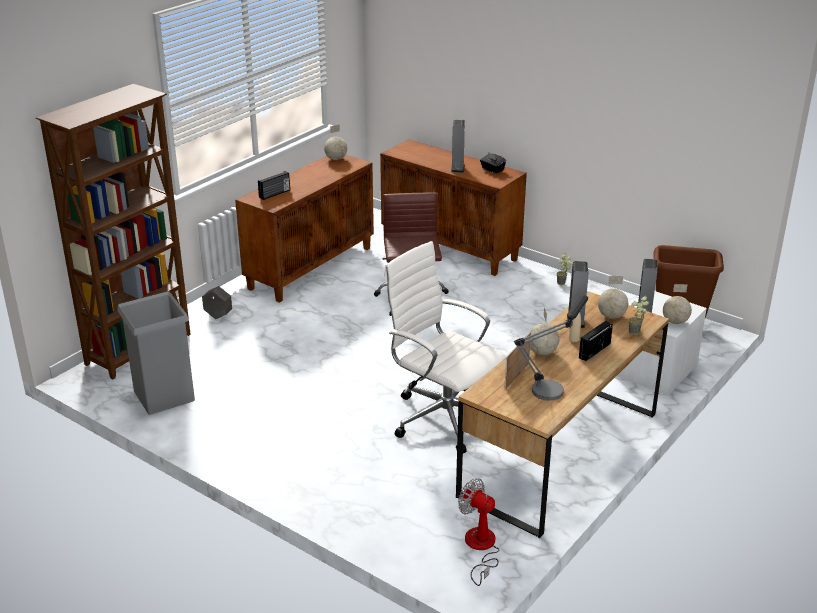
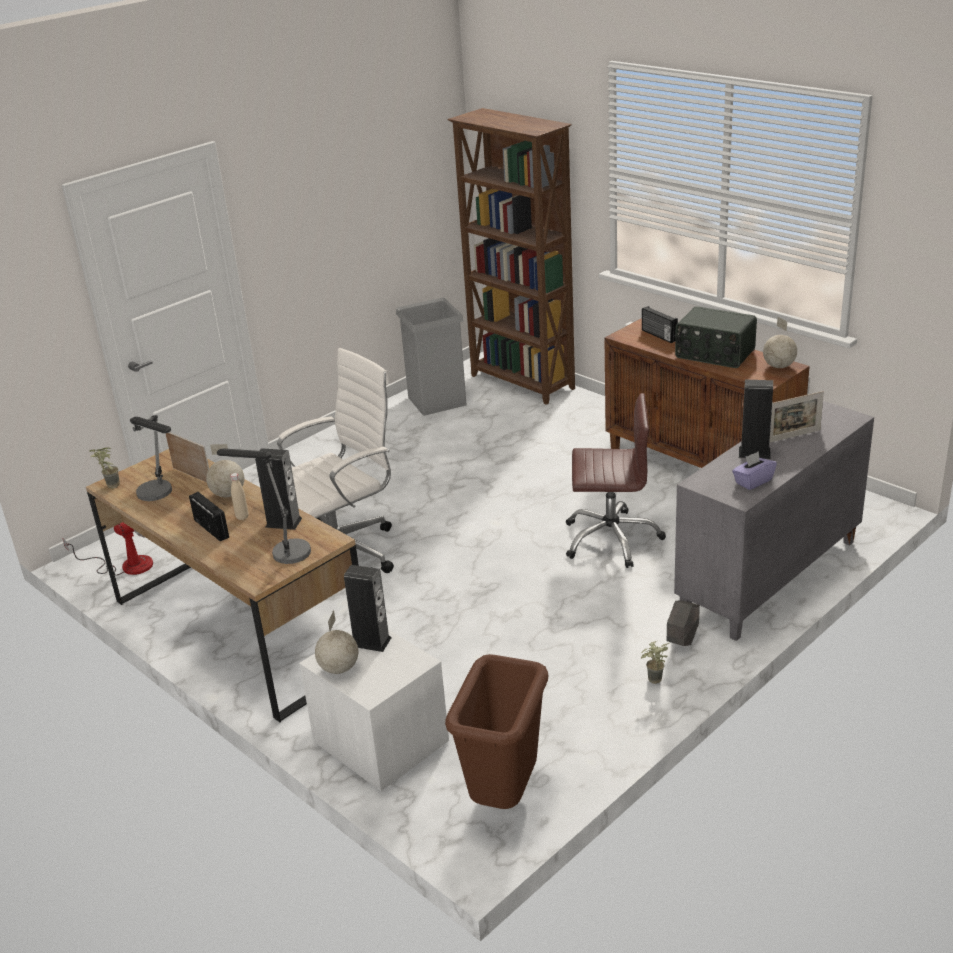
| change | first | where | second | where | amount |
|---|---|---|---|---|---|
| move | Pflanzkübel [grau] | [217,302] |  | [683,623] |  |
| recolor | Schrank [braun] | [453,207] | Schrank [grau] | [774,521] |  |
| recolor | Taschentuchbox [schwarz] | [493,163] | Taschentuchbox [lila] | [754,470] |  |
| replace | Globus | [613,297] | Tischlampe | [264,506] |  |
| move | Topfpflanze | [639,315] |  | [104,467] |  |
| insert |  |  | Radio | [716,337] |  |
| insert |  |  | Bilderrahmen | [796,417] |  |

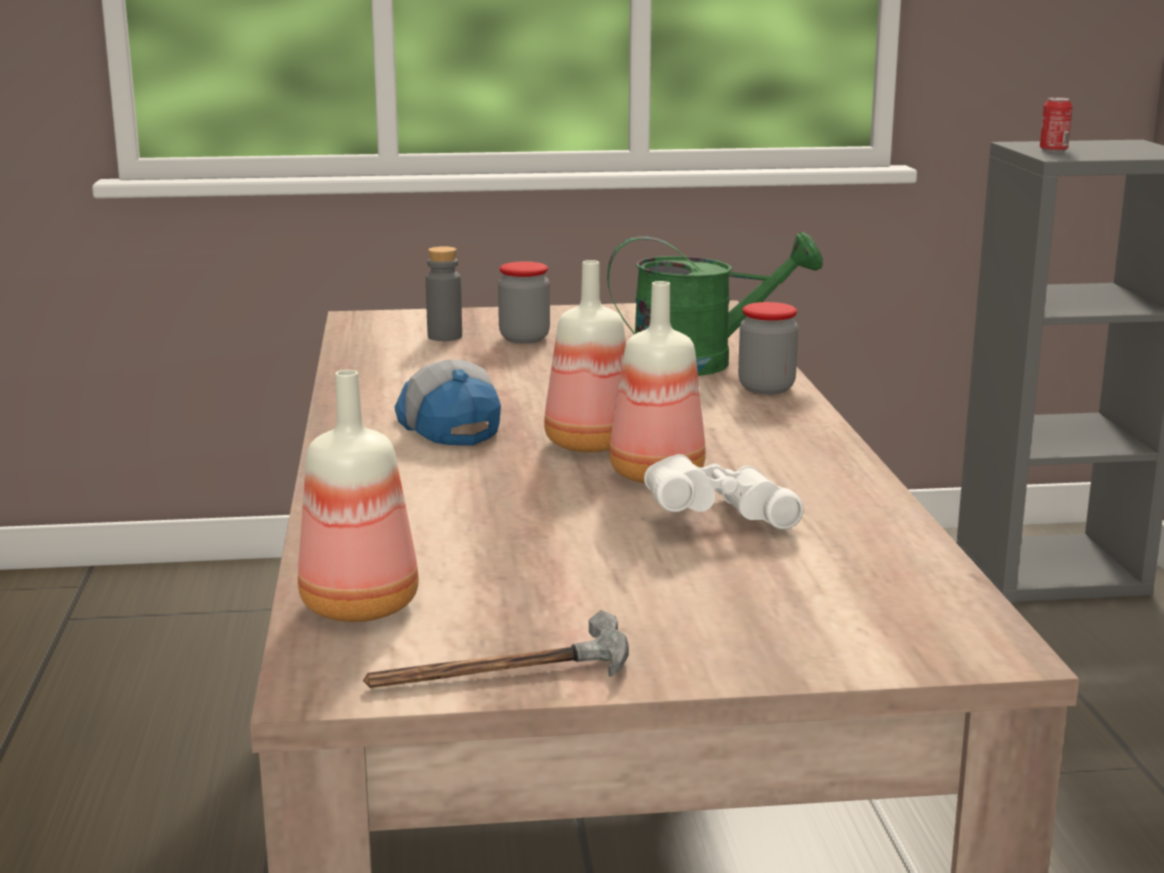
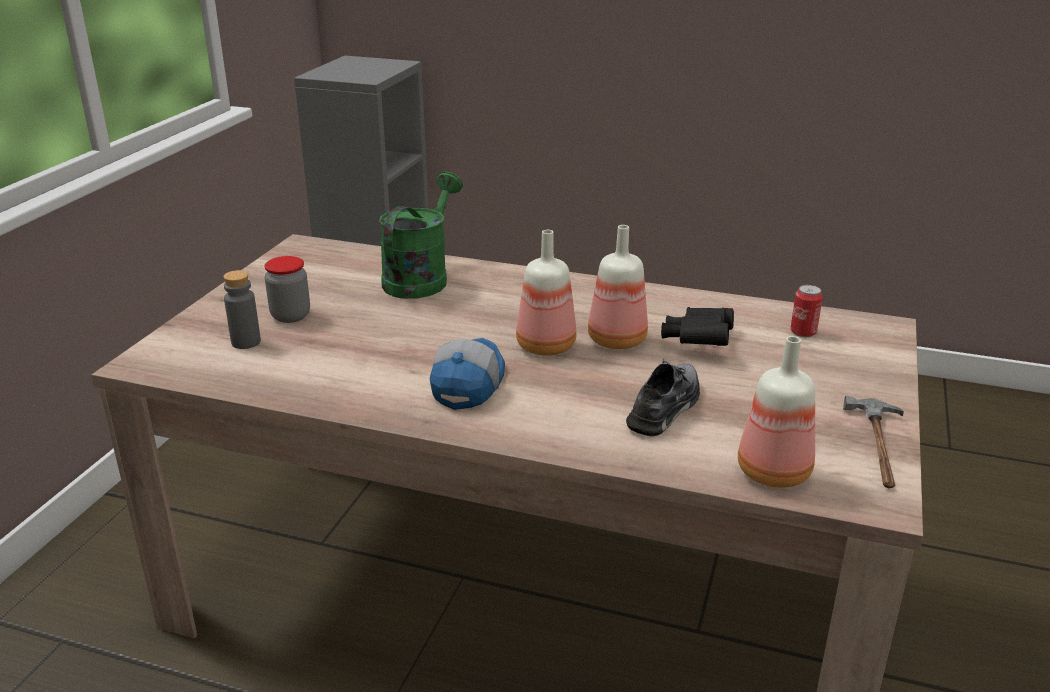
| change | first | where | second | where | amount |
|---|---|---|---|---|---|
| rotate | Kappe | [448,402] |  | [467,374] | 105 degrees clockwise |
| recolor | Fernglas [weiß] | [724,491] | Fernglas [schwarz] | [697,326] |  |
| delete | Vorratsglas | [768,348] |  |  |  |
| move | Dose | [1056,124] |  | [806,311] |  |
| insert |  |  | Schuh [grau] | [663,398] |  |

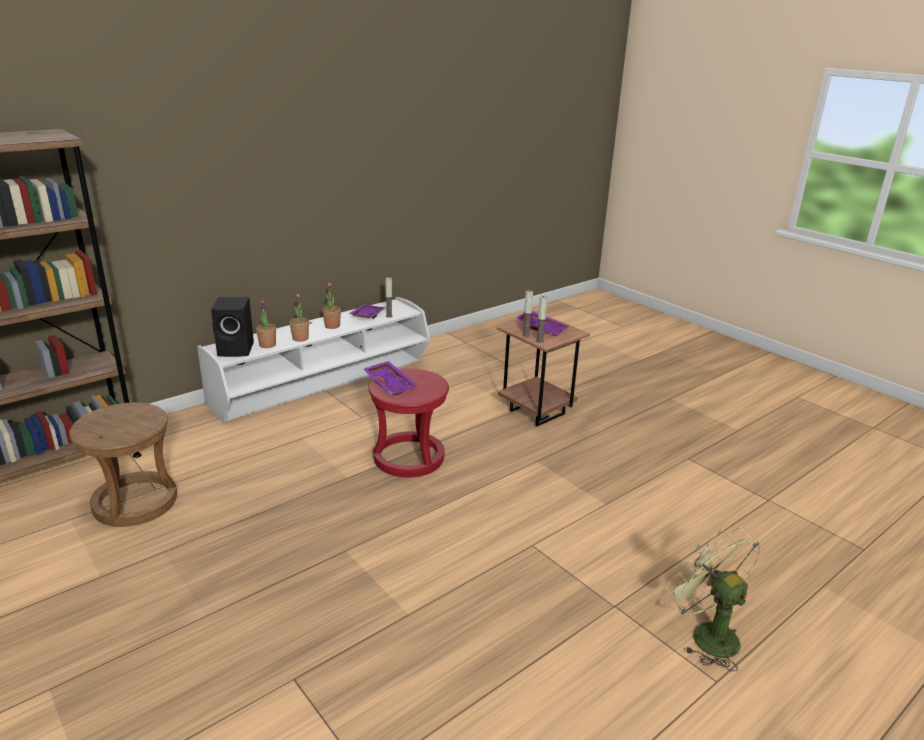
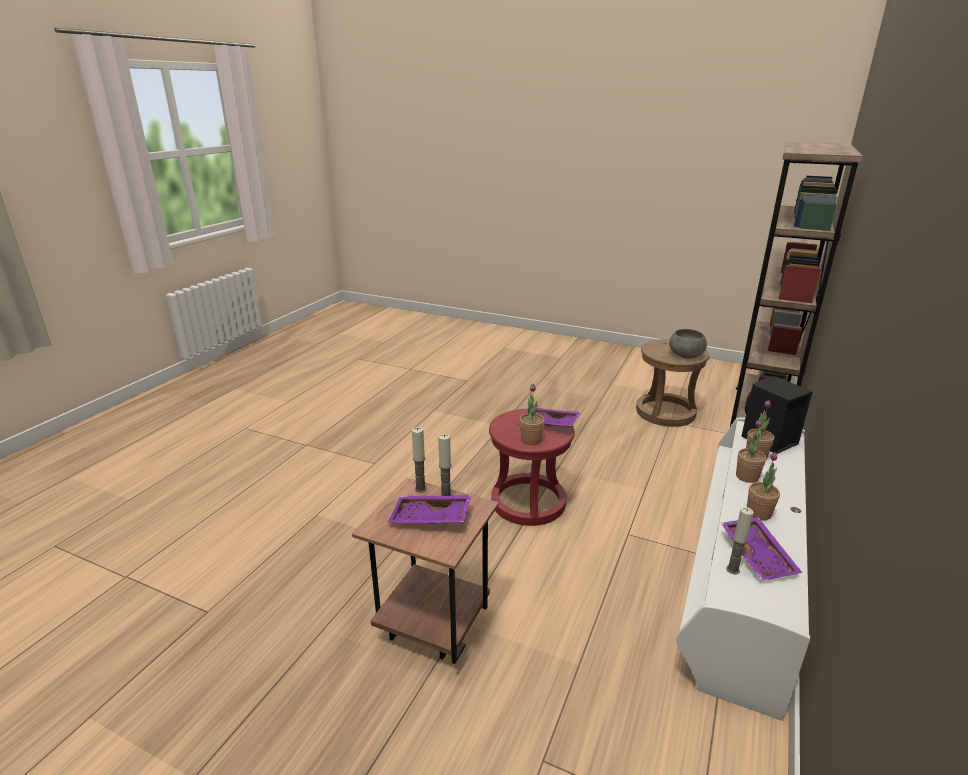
| change | first | where | second | where | amount |
|---|---|---|---|---|---|
| delete | Ventilator [grün] | [713,599] |  |  |  |
| insert |  |  | Topfpflanze | [532,414] |  |
| insert |  |  | Schüssel [grau] | [688,344] |  |

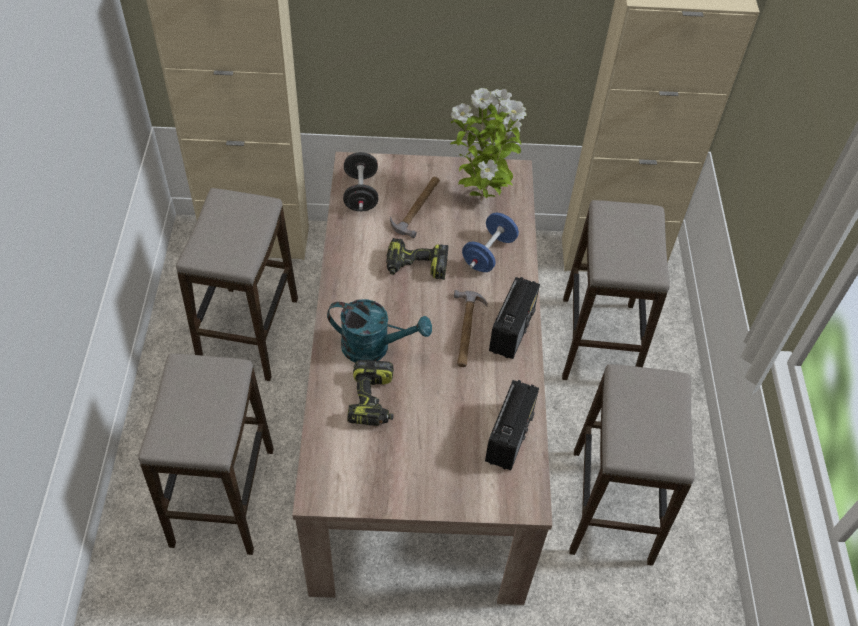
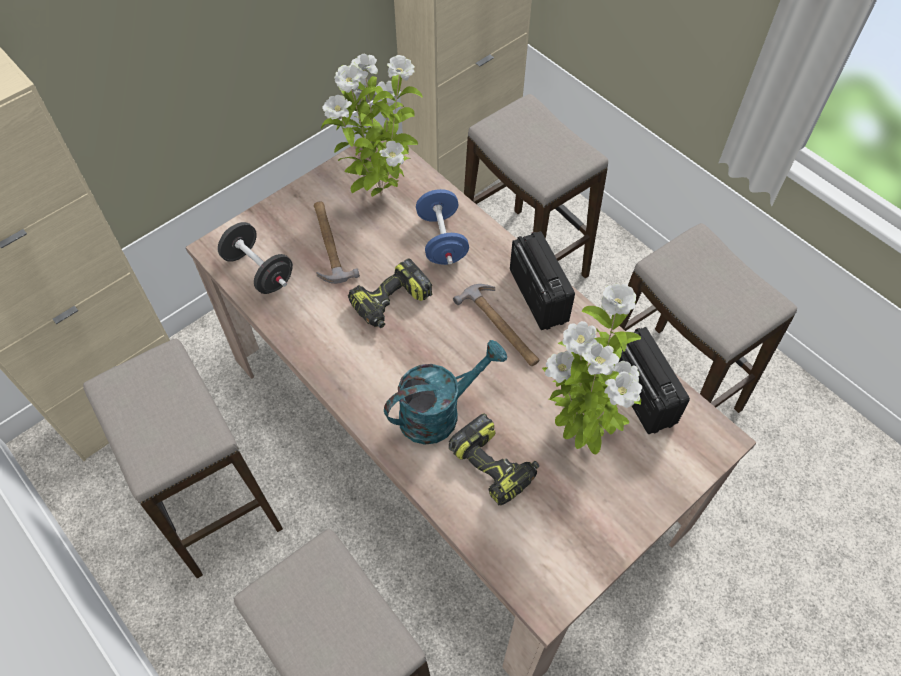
| change | first | where | second | where | amount |
|---|---|---|---|---|---|
| insert |  |  | Topfpflanze | [592,369] |  |

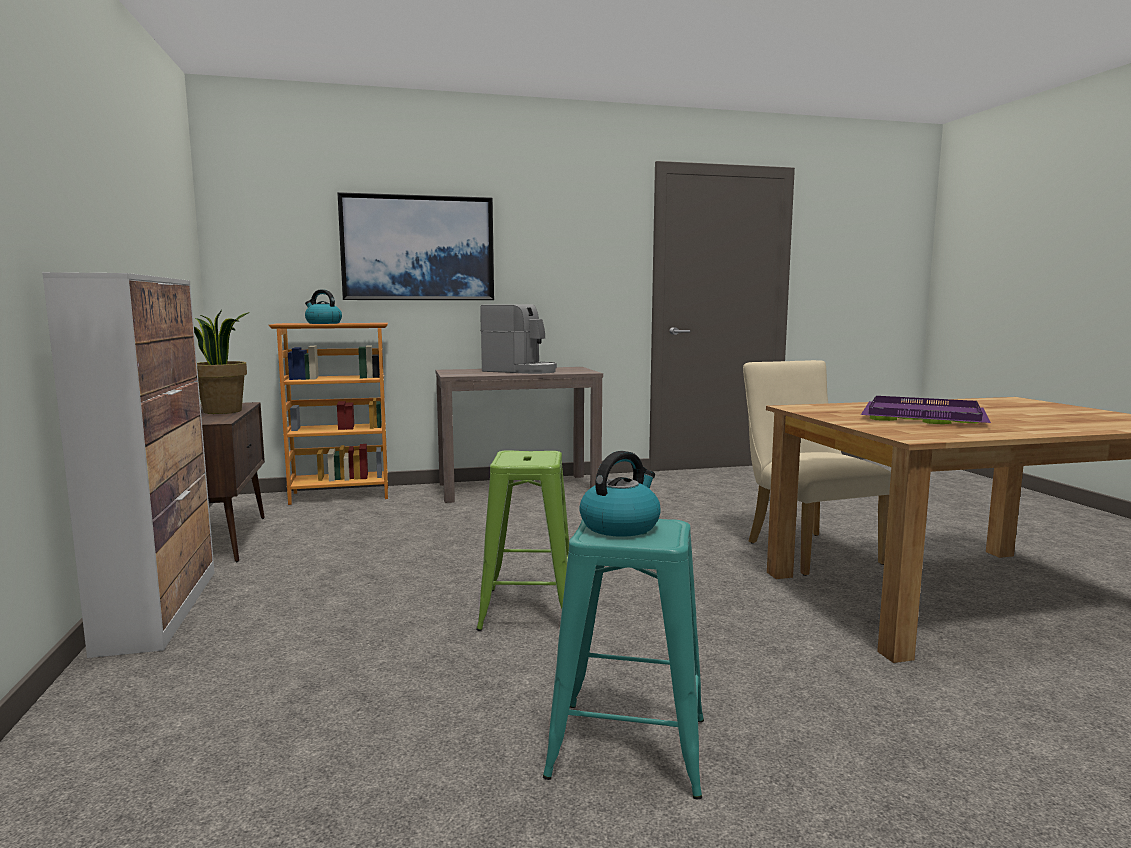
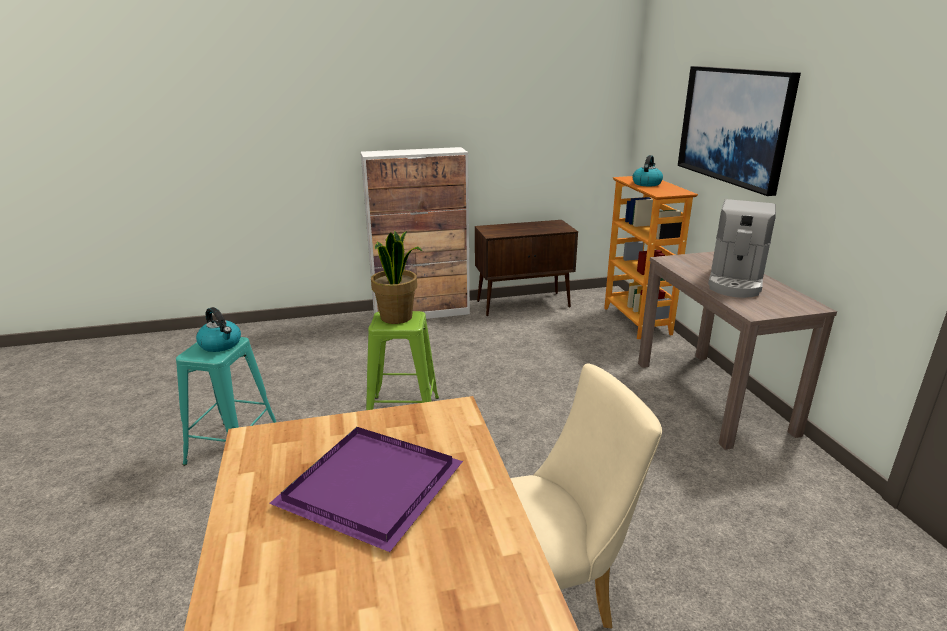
| change | first | where | second | where | amount |
|---|---|---|---|---|---|
| move | Topfpflanze | [221,362] |  | [396,277] |  |

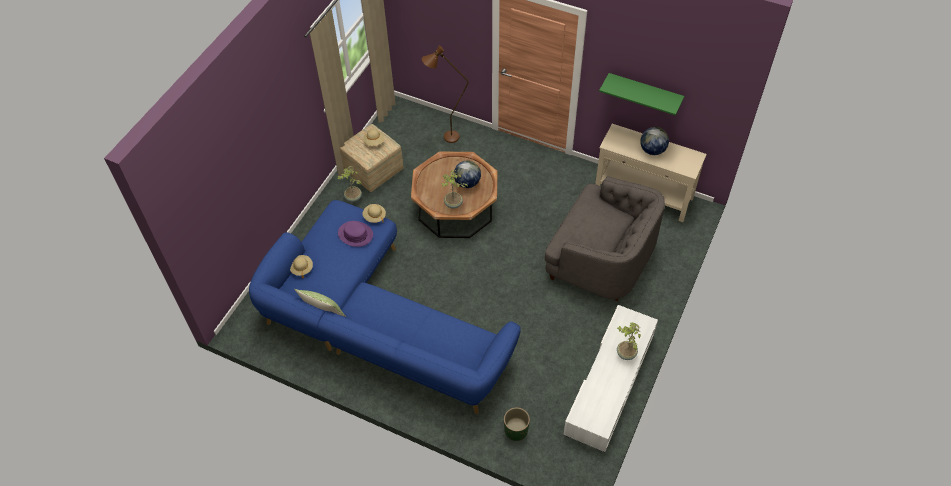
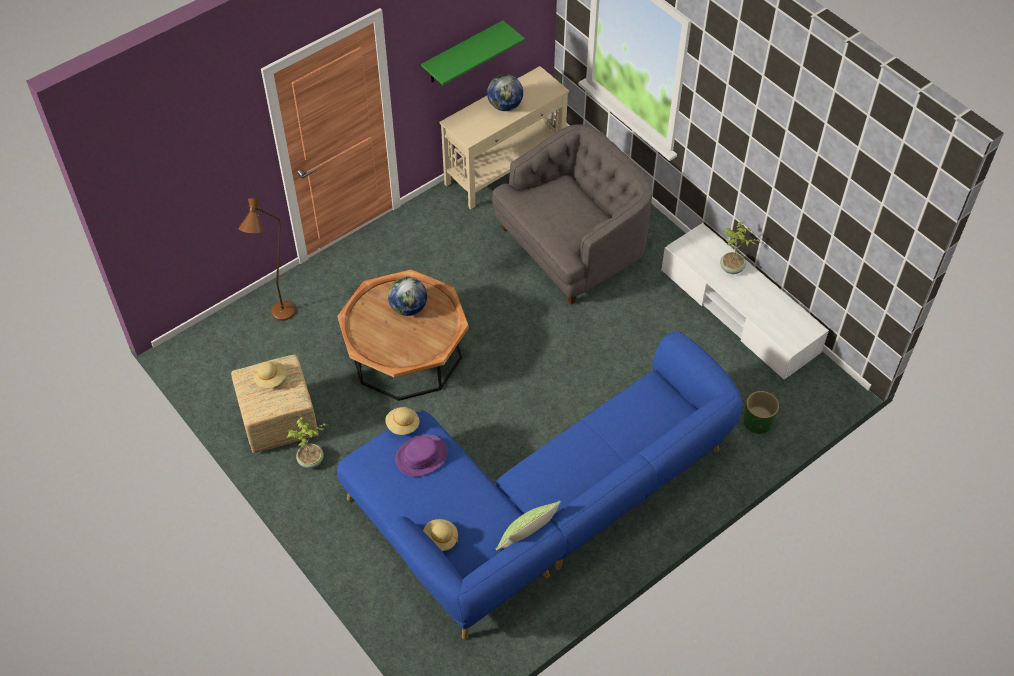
| change | first | where | second | where | amount |
|---|---|---|---|---|---|
| delete | Topfpflanze | [455,189] |  |  |  |

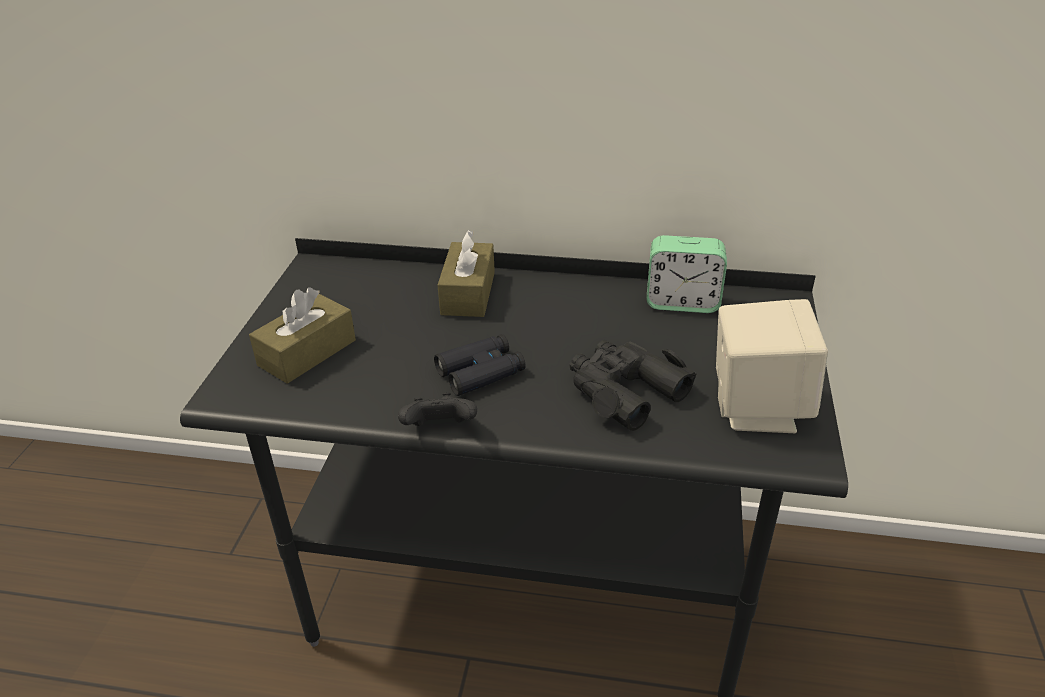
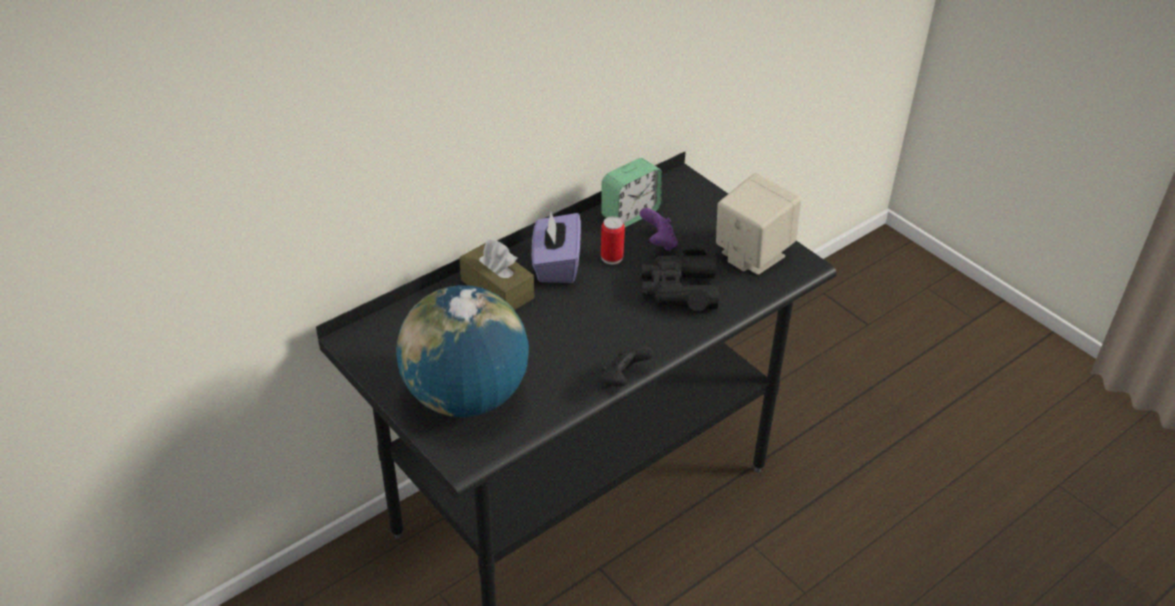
| change | first | where | second | where | amount |
|---|---|---|---|---|---|
| replace | Taschentuchbox [braun] | [302,335] | Globus | [462,351] |  |
| delete | Fernglas [schwarz] | [480,365] |  |  |  |
| insert |  |  | Taschentuchbox [lila] | [556,246] |  |
| insert |  |  | Dose | [613,240] |  |
| insert |  |  | Gamepad [lila] | [659,229] |  |

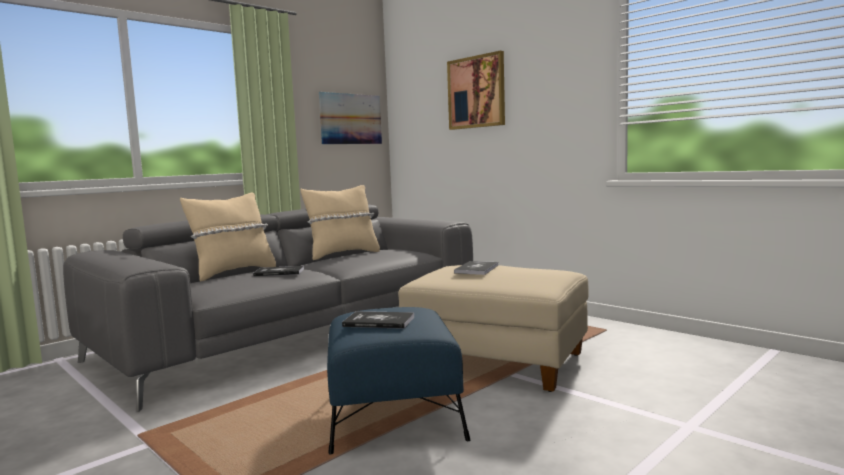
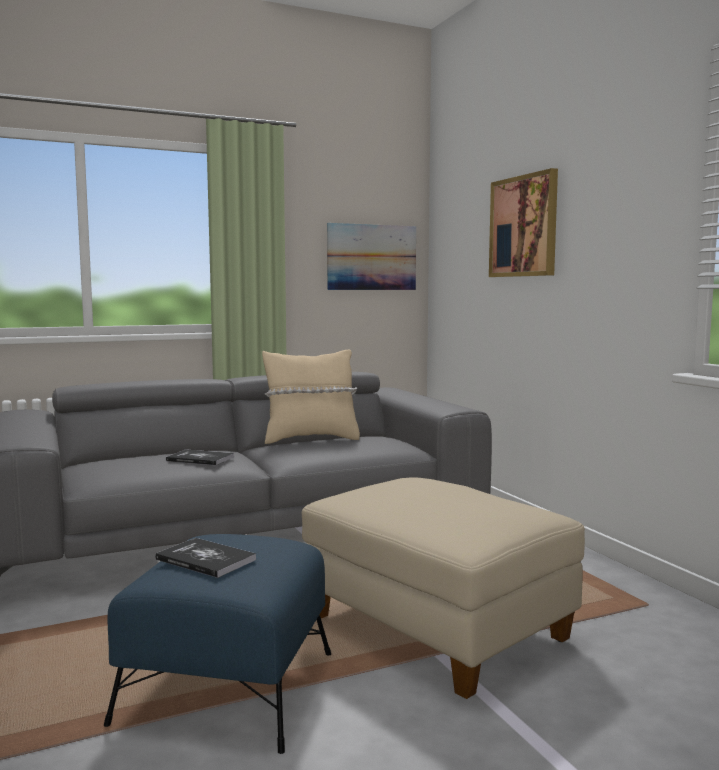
| change | first | where | second | where | amount |
|---|---|---|---|---|---|
| delete | Kissen [beige] | [228,237] |  |  |  |
| delete | Buch | [476,268] |  |  |  |

